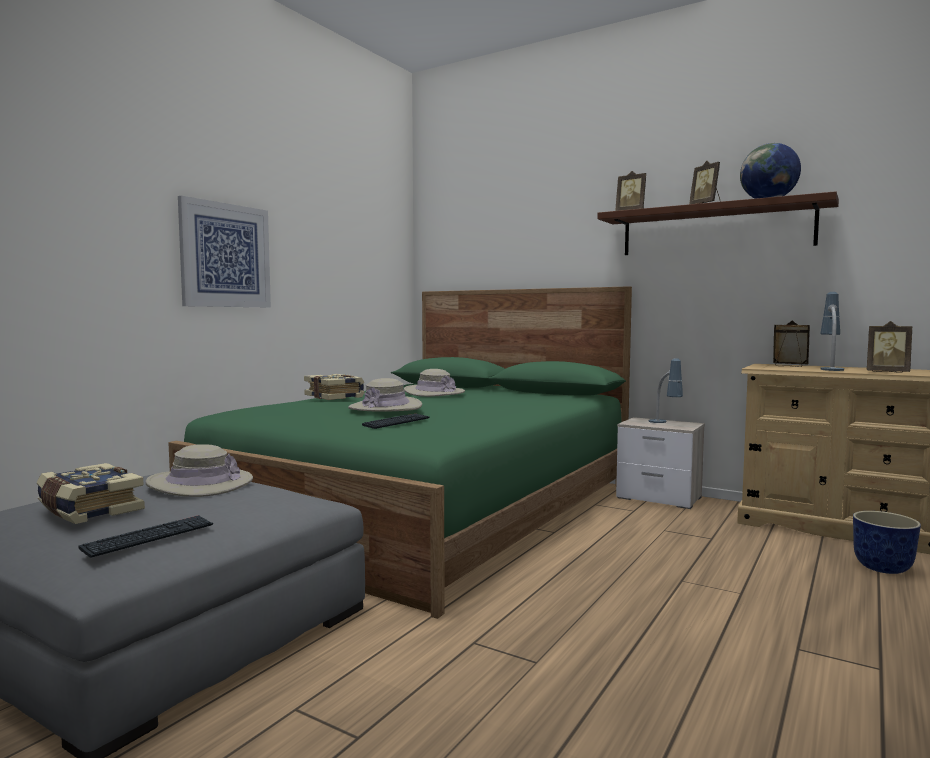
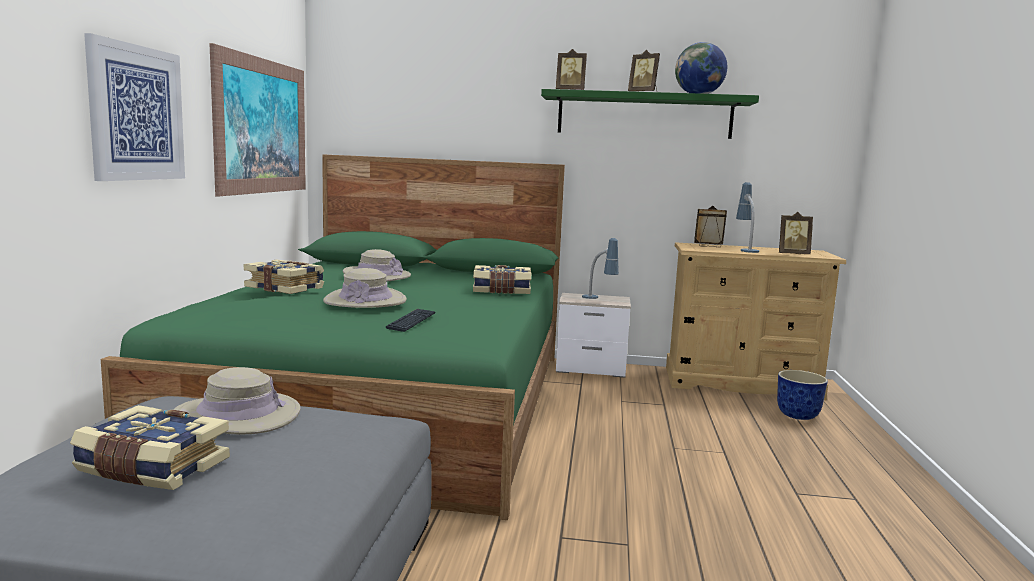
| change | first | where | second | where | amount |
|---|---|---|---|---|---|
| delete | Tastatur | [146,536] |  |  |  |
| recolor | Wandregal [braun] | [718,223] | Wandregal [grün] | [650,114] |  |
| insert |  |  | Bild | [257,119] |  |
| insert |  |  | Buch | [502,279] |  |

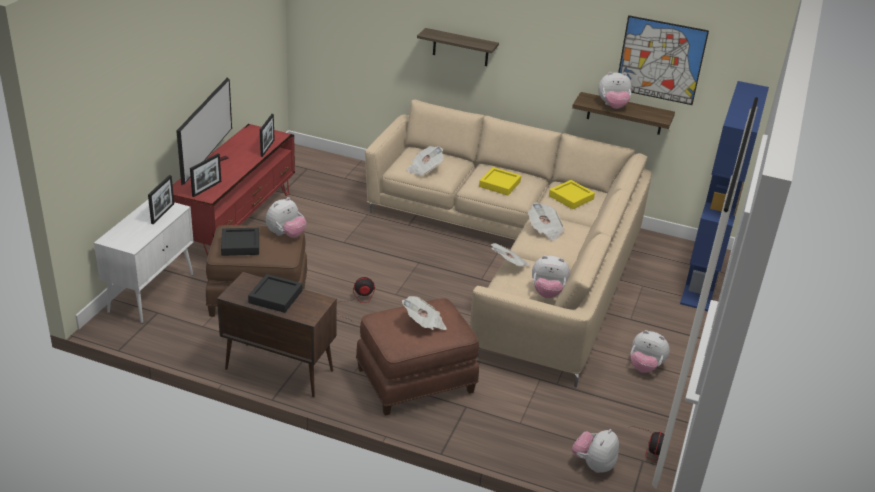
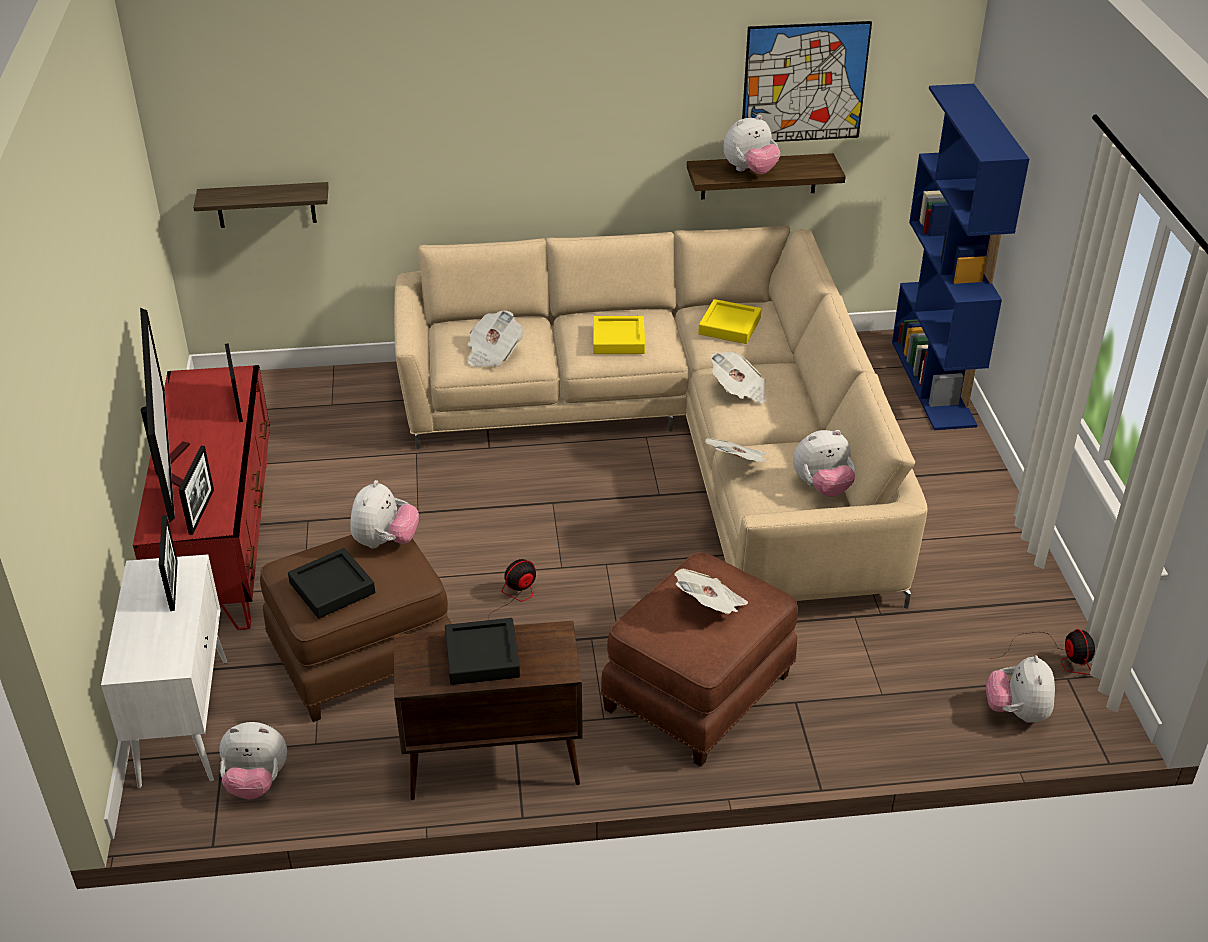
| change | first | where | second | where | amount |
|---|---|---|---|---|---|
| move | Wandregal | [458,47] |  | [261,205] |  |
| move | Plüschtier | [650,351] |  | [253,760] |  |

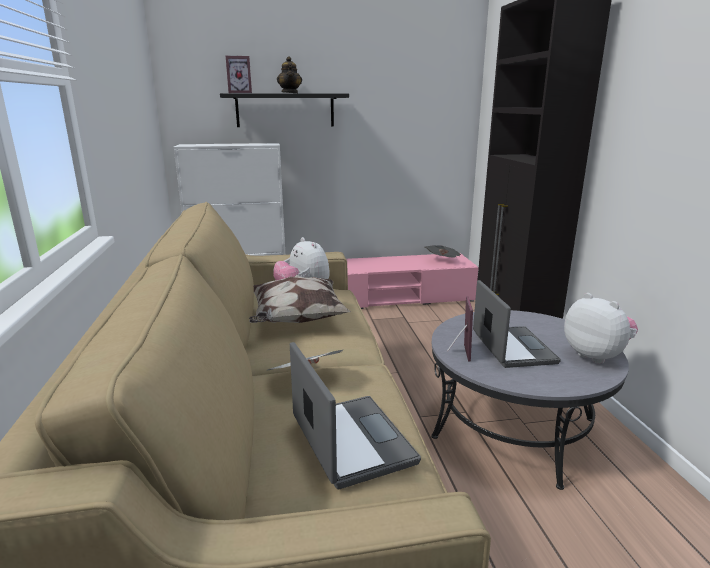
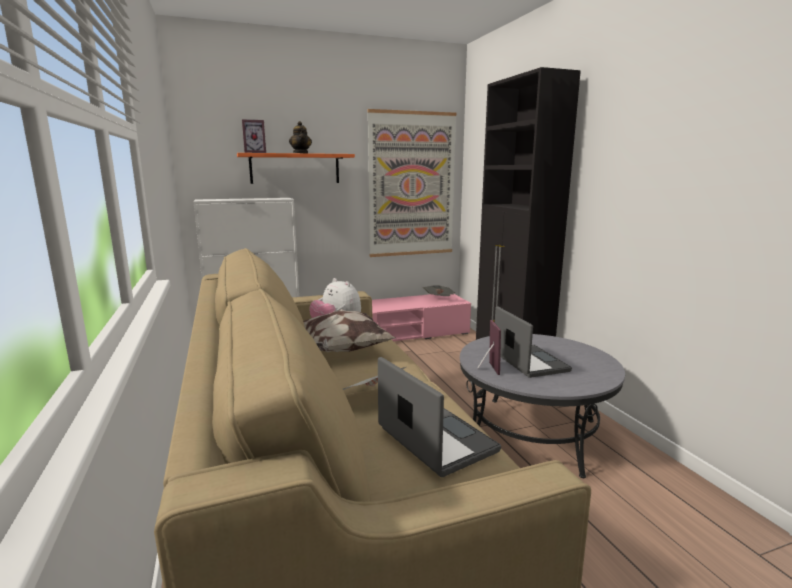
| change | first | where | second | where | amount |
|---|---|---|---|---|---|
| recolor | Wandregal [schwarz] | [284,110] | Wandregal [orange] | [296,168] |  |
| delete | Plüschtier | [601,328] |  |  |  |
| insert |  |  | Bild | [411,183] |  |

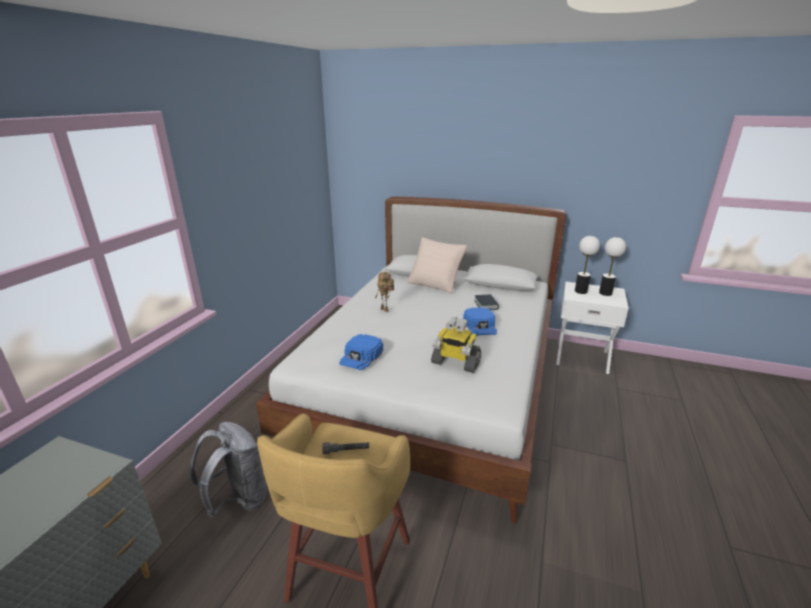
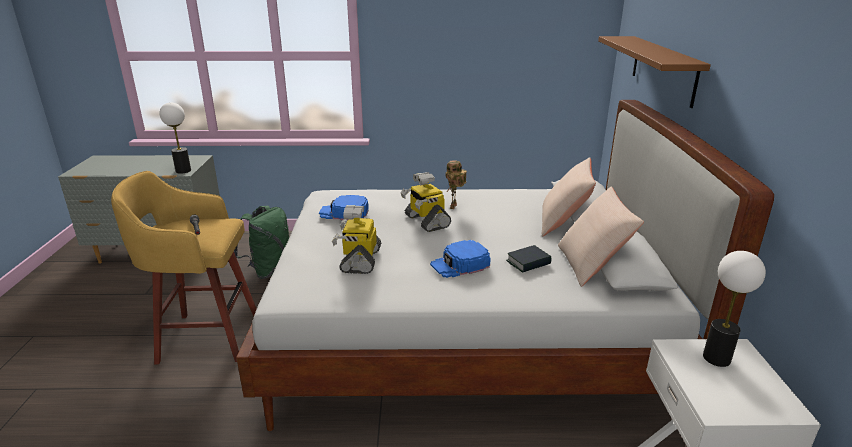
| change | first | where | second | where | amount |
|---|---|---|---|---|---|
| recolor | Rucksack [grau] | [228,469] | Rucksack [grün] | [261,242] |  |
| move | Tischlampe | [612,266] |  | [175,138] |  |
| insert |  |  | Spielzeugroboter | [426,202] |  |
| insert |  |  | Kissen [beige] | [601,237] |  |
| insert |  |  | Wandregal [braun] | [654,72] |  |

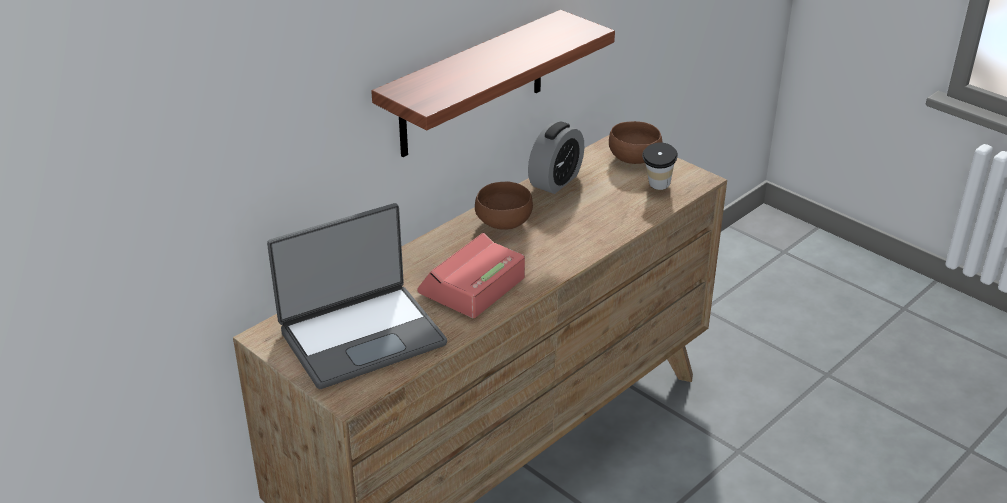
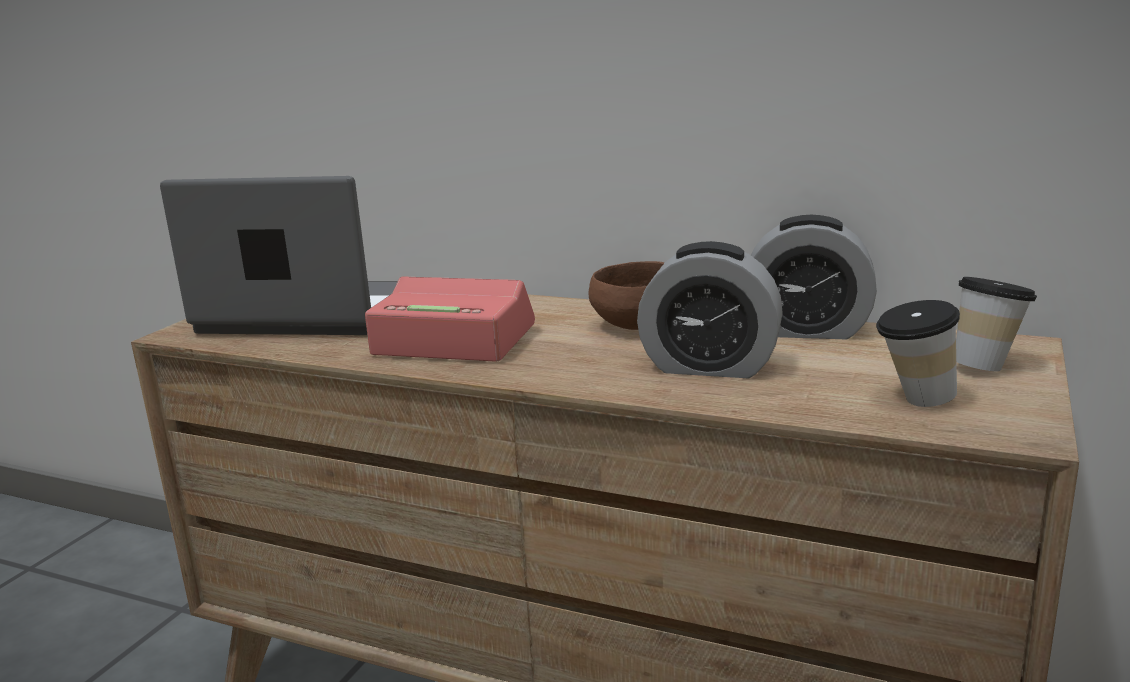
| change | first | where | second | where | amount |
|---|---|---|---|---|---|
| rotate | Laptop | [357,296] |  | [279,255] | 150 degrees clockwise |
| delete | Wandregal | [493,83] |  |  |  |
| replace | Schüssel [braun] | [636,142] | Tasse | [996,324] |  |
| insert |  |  | Wecker | [710,309] |  |

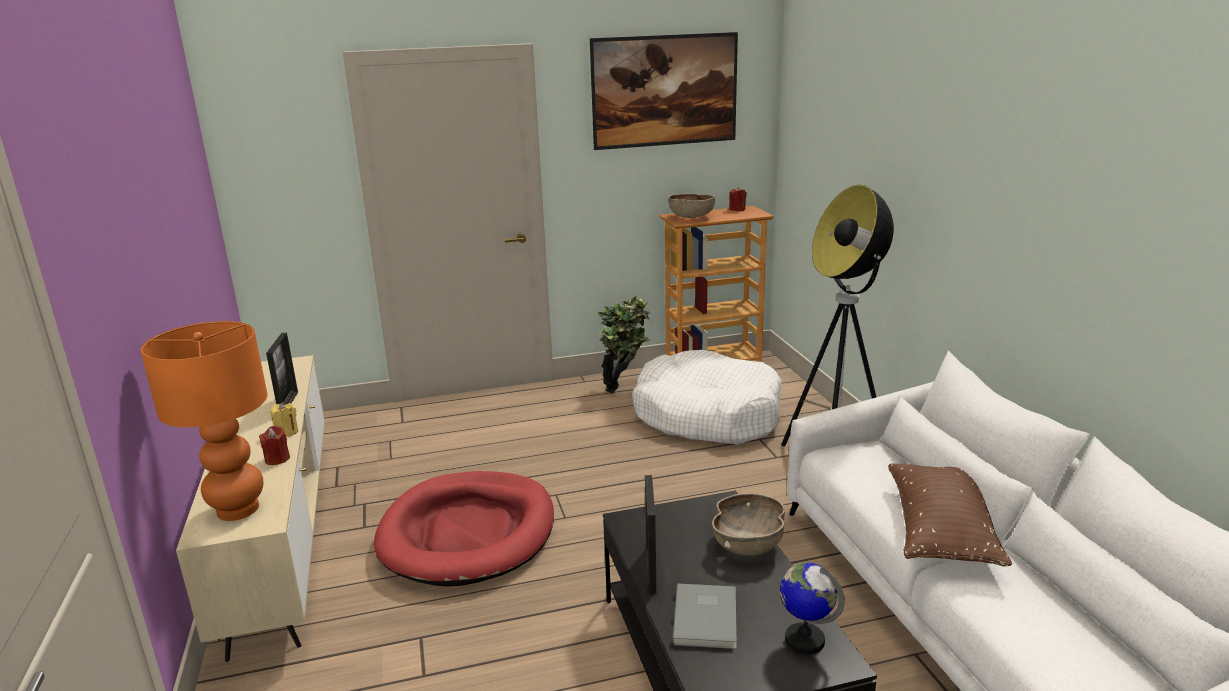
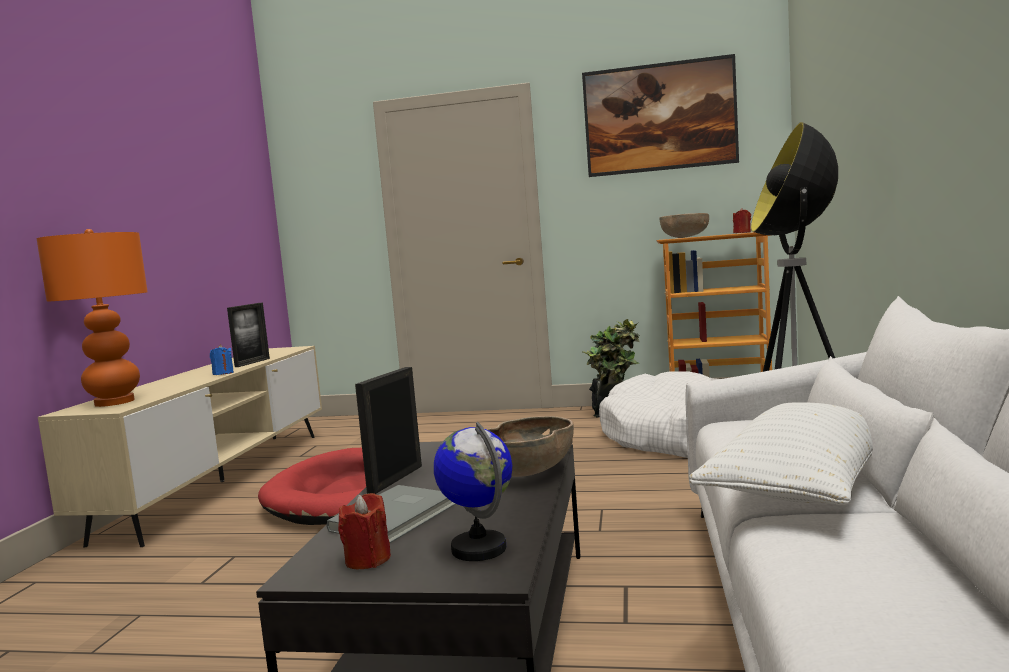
| change | first | where | second | where | amount |
|---|---|---|---|---|---|
| move | Kerze [rot] | [274,445] |  | [364,531] |  |
| recolor | Kerze [gelb] | [284,419] | Kerze [blau] | [222,359] |  |
| recolor | Kissen [braun] | [950,514] | Kissen [weiß] | [781,453] |  |

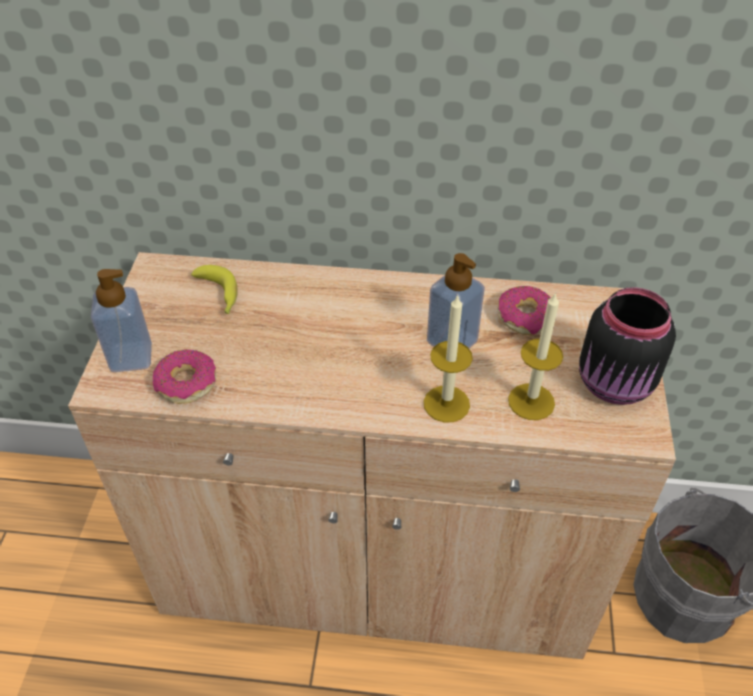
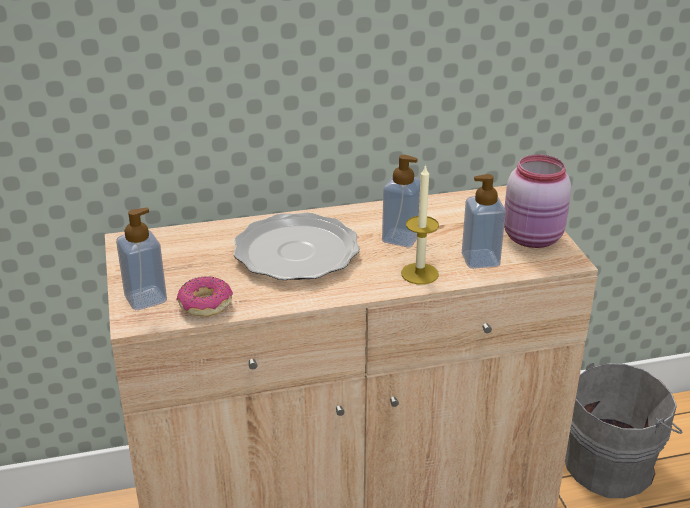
| change | first | where | second | where | amount |
|---|---|---|---|---|---|
| delete | Banane | [214,289] |  |  |  |
| delete | Donut | [524,310] |  |  |  |
| replace | Kerze | [535,356] | Seifenspender | [484,221] |  |
| recolor | Vorratsglas [schwarz] | [627,346] | Vorratsglas [rosa] | [537,201] |  |
| insert |  |  | Teller | [297,246] |  |

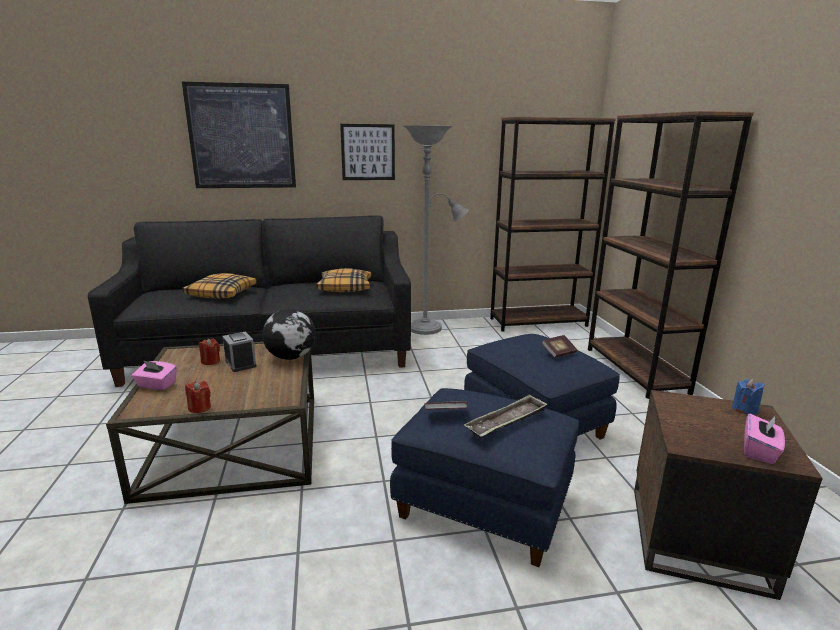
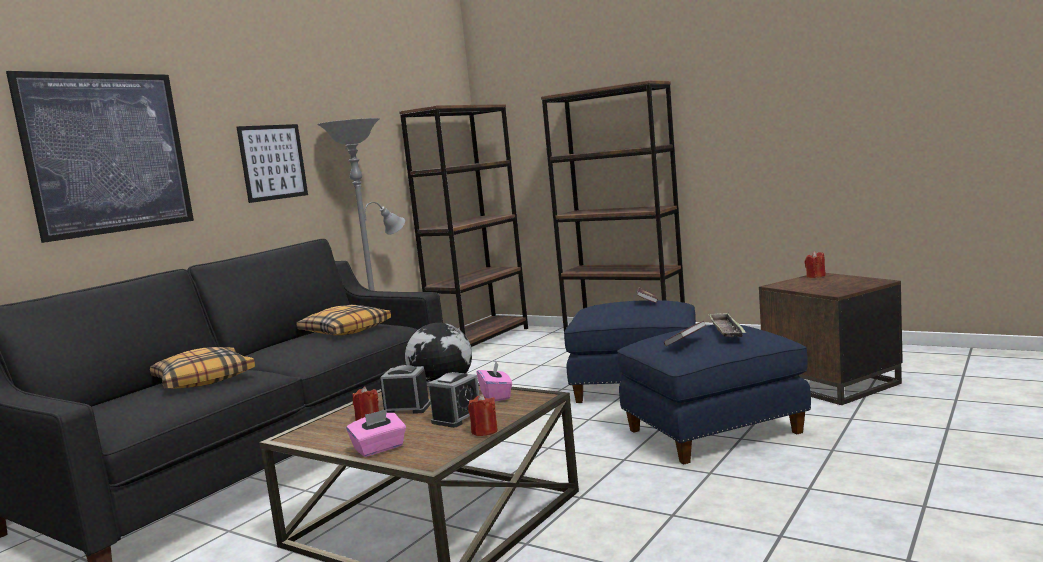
| change | first | where | second | where | amount |
|---|---|---|---|---|---|
| recolor | Kerze [blau] | [748,397] | Kerze [rot] | [815,264] |  |
| move | Taschentuchbox [rosa] | [764,439] |  | [494,381] |  |
| insert |  |  | Wecker | [454,400] |  |

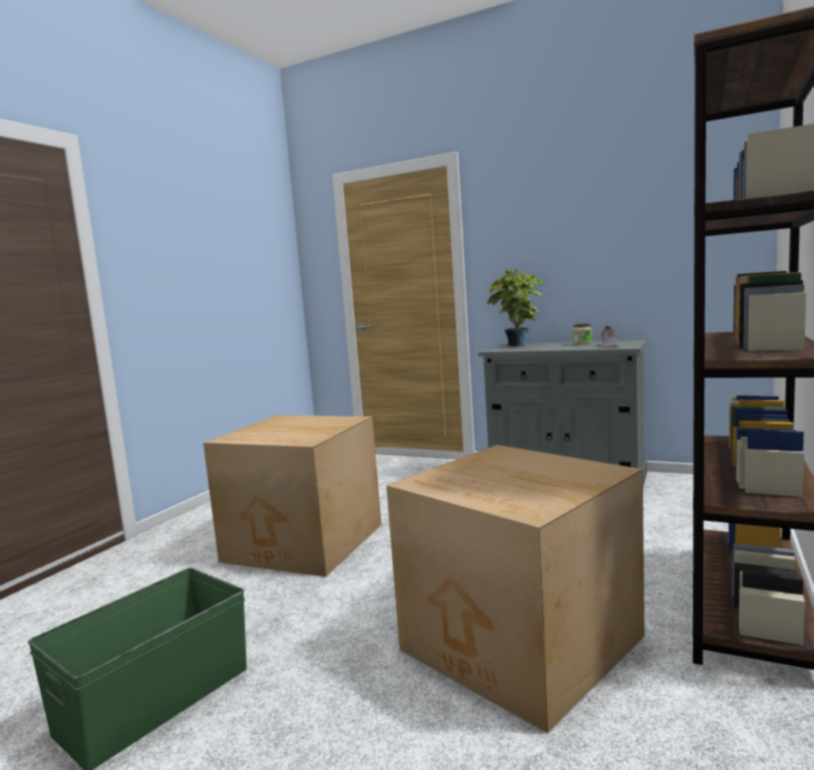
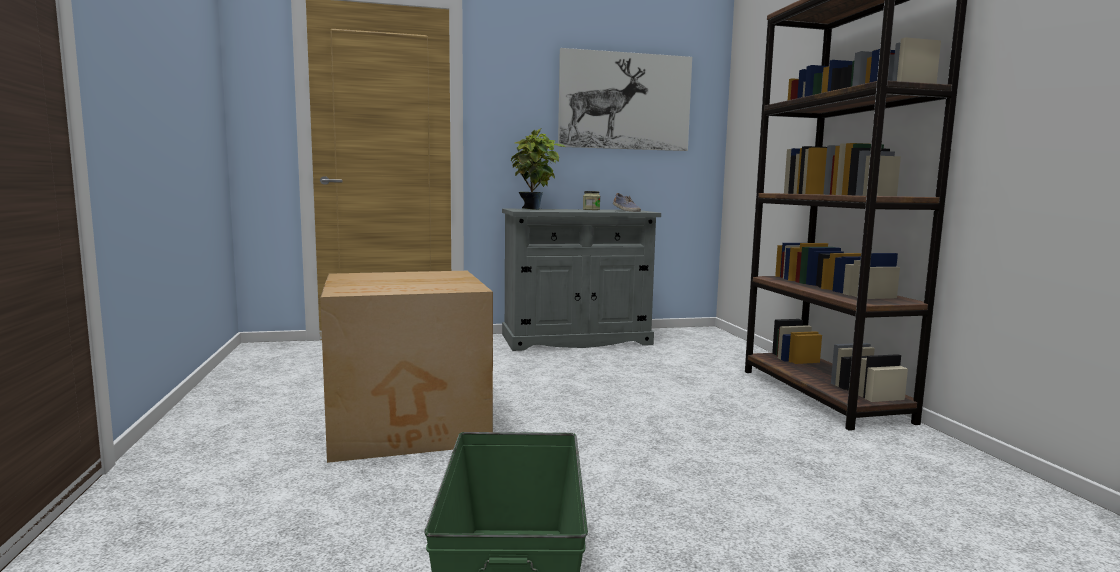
| change | first | where | second | where | amount |
|---|---|---|---|---|---|
| delete | Karton | [515,589] |  |  |  |
| insert |  |  | Bild | [625,99] |  |

